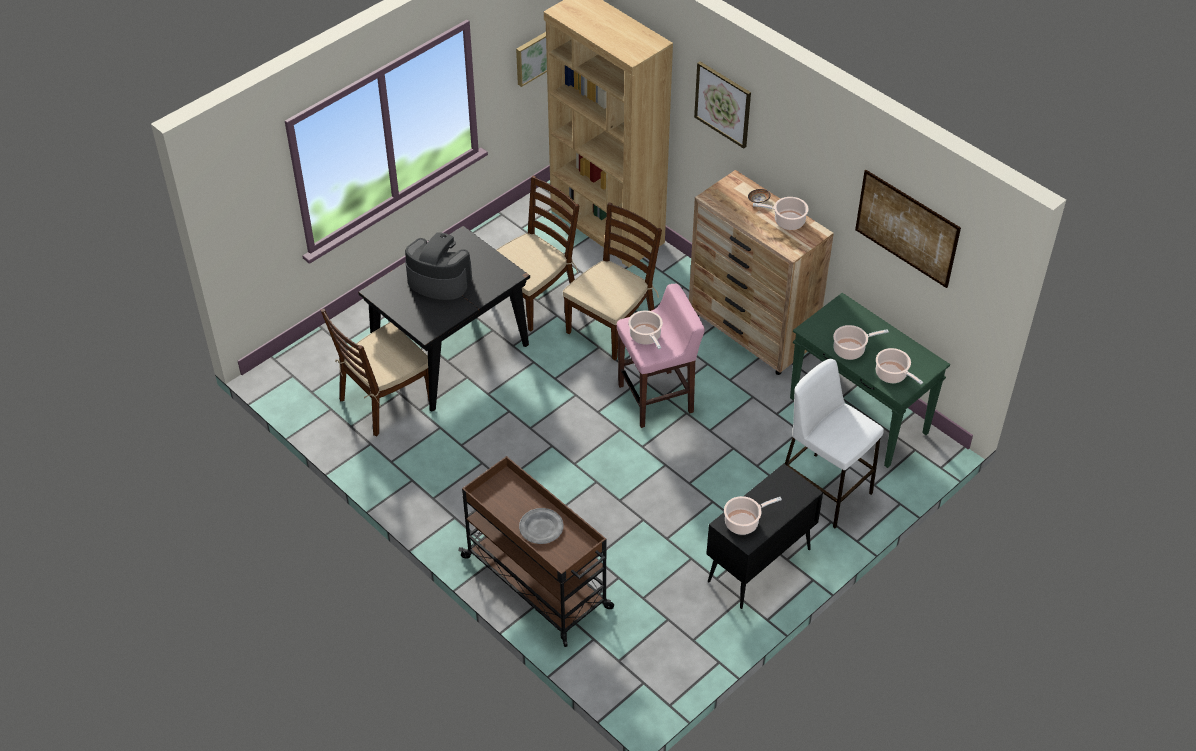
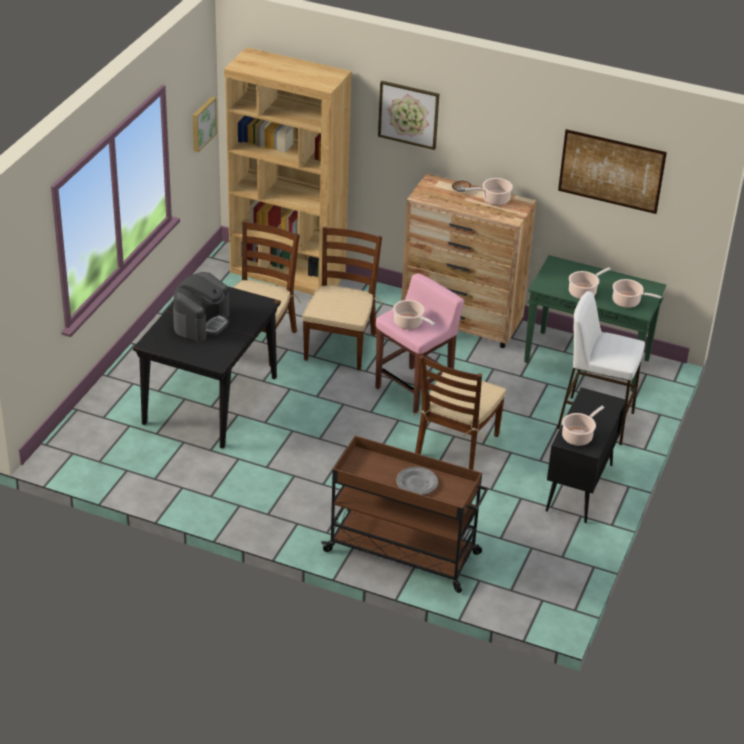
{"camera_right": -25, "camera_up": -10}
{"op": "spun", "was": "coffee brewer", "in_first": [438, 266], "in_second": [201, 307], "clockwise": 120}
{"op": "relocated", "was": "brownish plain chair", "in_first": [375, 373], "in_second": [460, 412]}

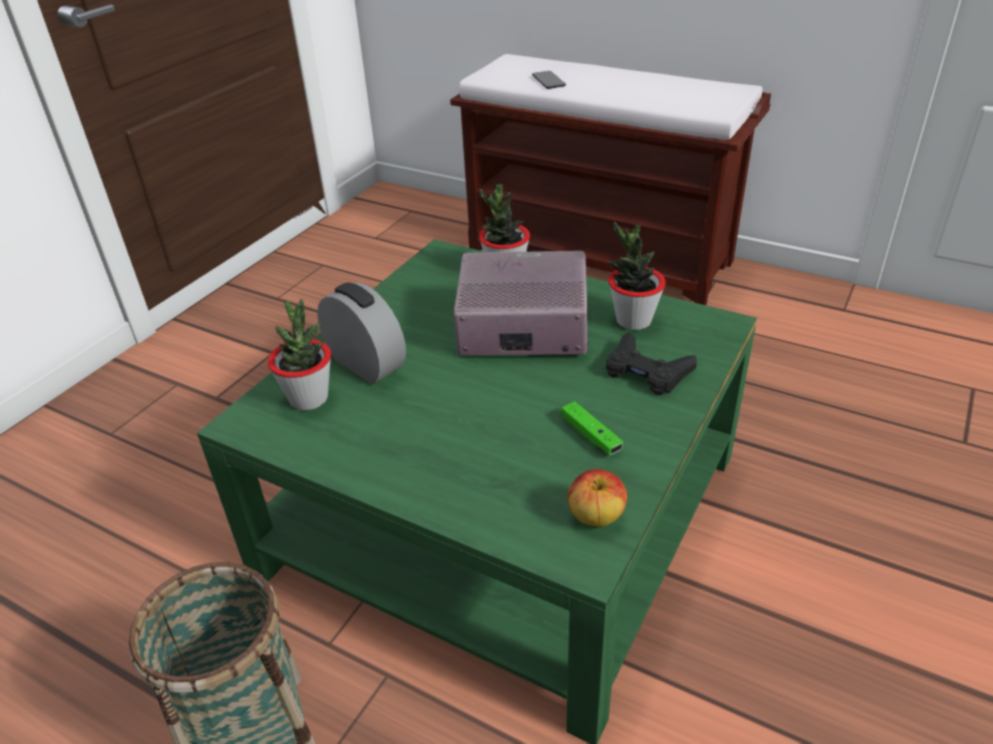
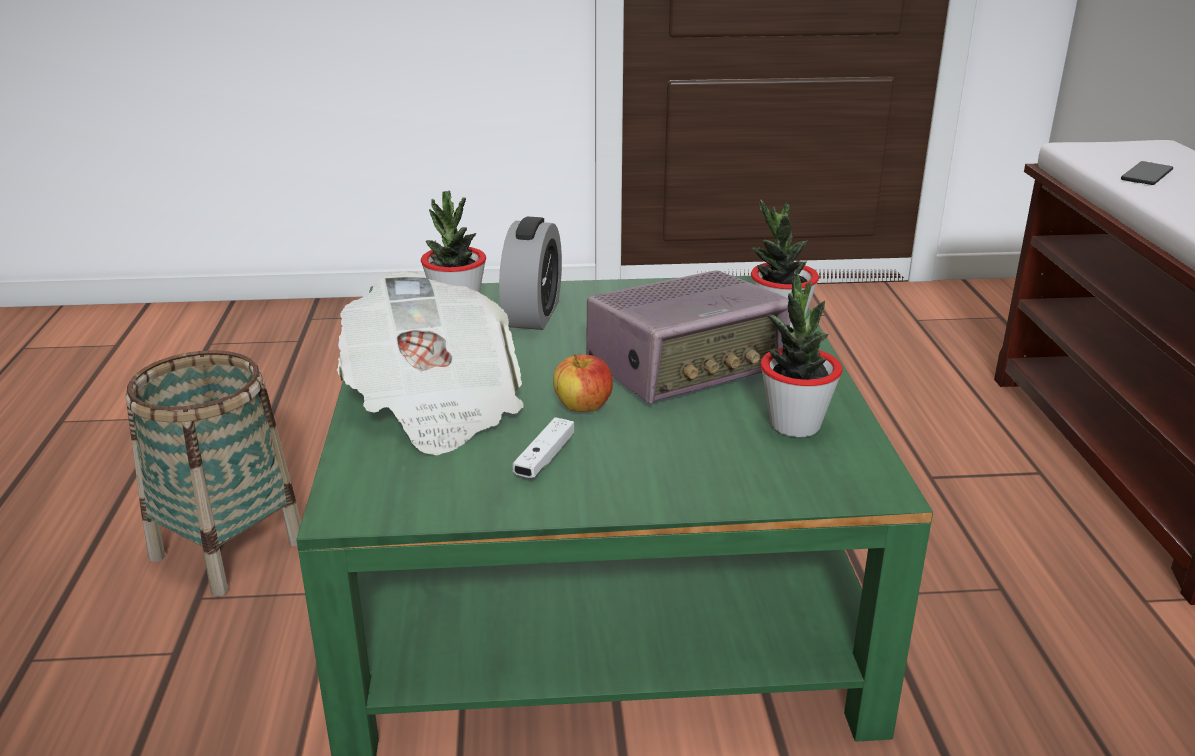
{"camera_right": 55, "camera_up": -10}
{"op": "spun", "was": "radio set", "in_first": [521, 303], "in_second": [688, 336], "clockwise": 90}
{"op": "missing", "was": "black-coloured joypad", "in_first": [651, 363]}
{"op": "colour", "was": "green joypad", "now": "whitish joypad", "in_first": [592, 428], "in_second": [543, 447]}
{"op": "relocated", "was": "apple", "in_first": [597, 498], "in_second": [583, 383]}
{"op": "appeared", "now": "newspaper", "in_second": [430, 363]}

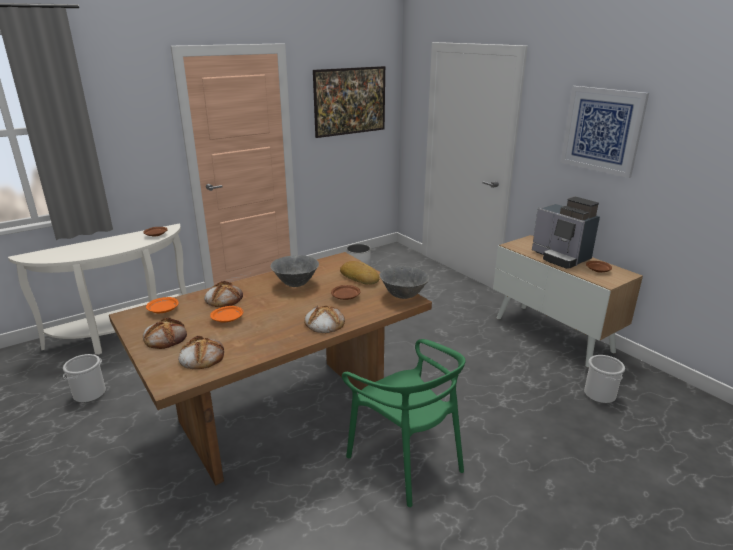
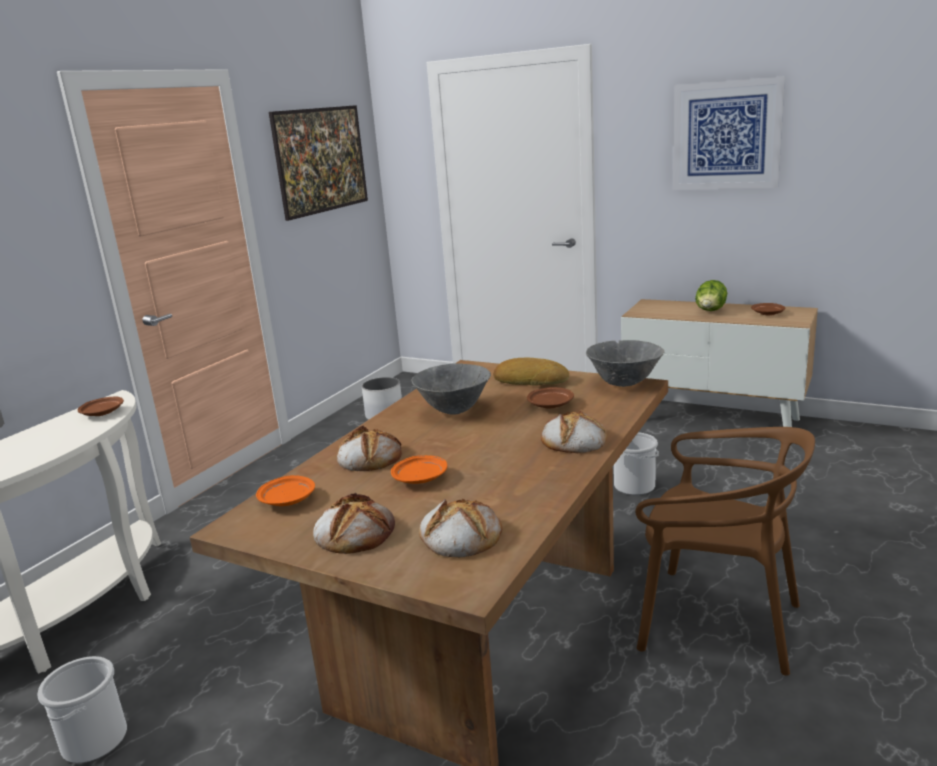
{"camera_right": -25, "camera_up": -5}
{"op": "exchanged", "was": "coffee brewer", "now": "head of lettuce", "in_first": [566, 233], "in_second": [711, 295]}
{"op": "colour", "was": "green plain chair", "now": "brownish plain chair", "in_first": [404, 423], "in_second": [725, 551]}
{"op": "relocated", "was": "water bucket", "in_first": [604, 379], "in_second": [636, 463]}

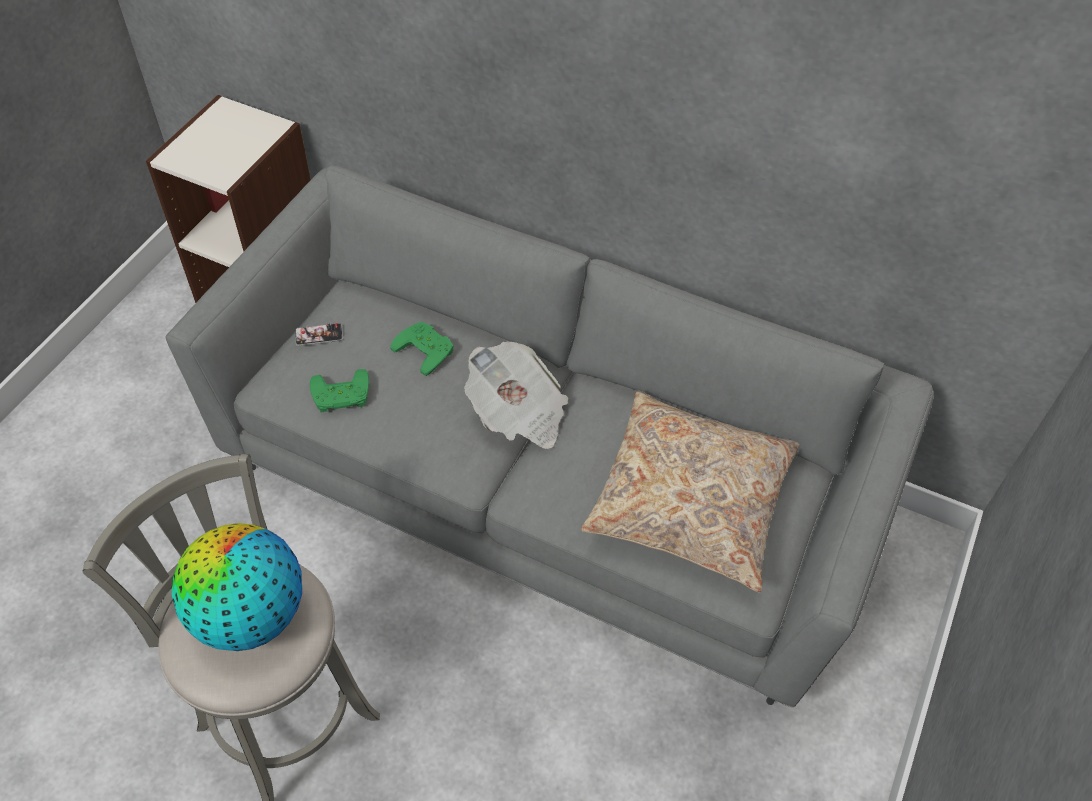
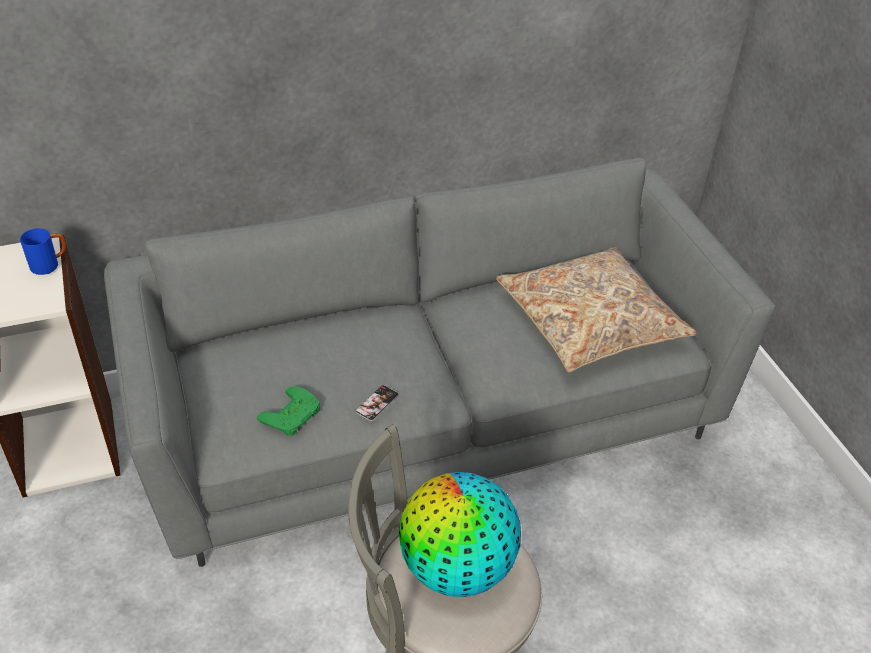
{"camera_right": -45, "camera_up": -10}
{"op": "missing", "was": "green joypad", "in_first": [421, 349]}
{"op": "relocated", "was": "handset", "in_first": [319, 334], "in_second": [377, 403]}
{"op": "missing", "was": "newspaper", "in_first": [516, 395]}
{"op": "appeared", "now": "bluish tea mug", "in_second": [43, 251]}

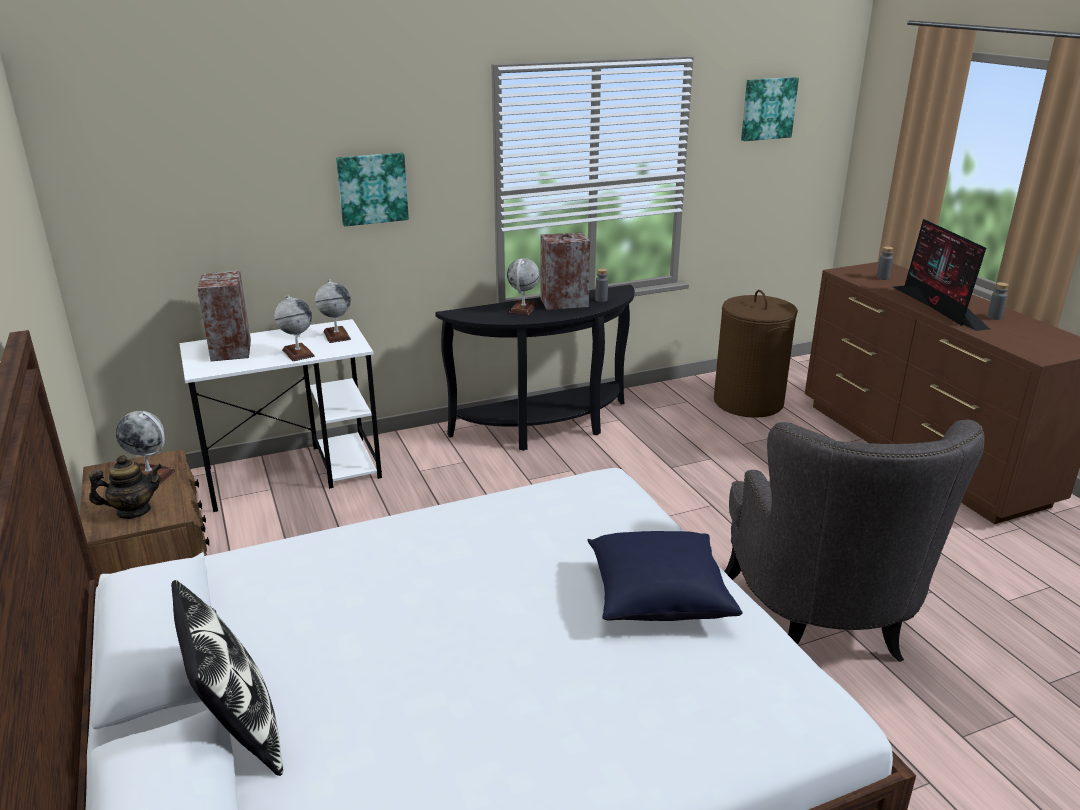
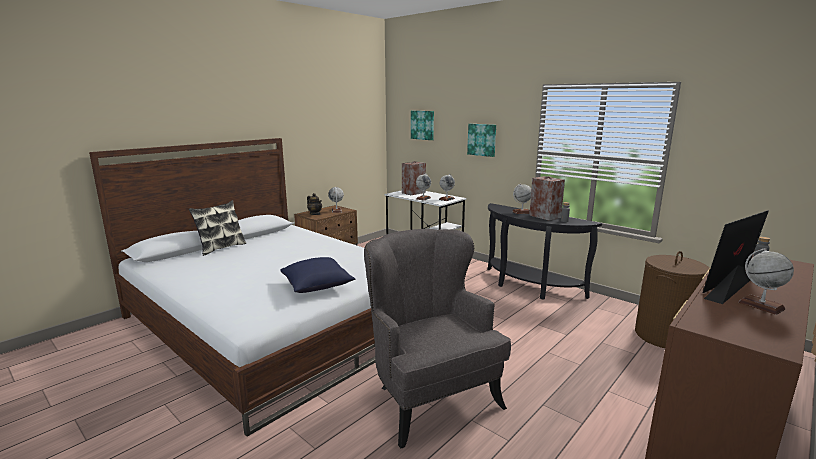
{"camera_right": 65, "camera_up": -10}
{"op": "relocated", "was": "wall picture", "in_first": [770, 109], "in_second": [422, 125]}
{"op": "exchanged", "was": "gray beverage bottle", "now": "desk globe", "in_first": [998, 301], "in_second": [766, 281]}
{"op": "spun", "was": "gray easy chair", "in_first": [854, 541], "in_second": [437, 339], "clockwise": 90}

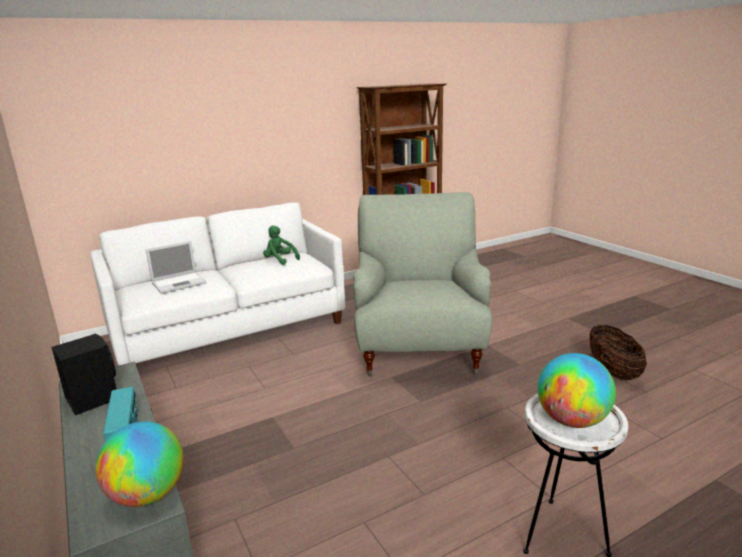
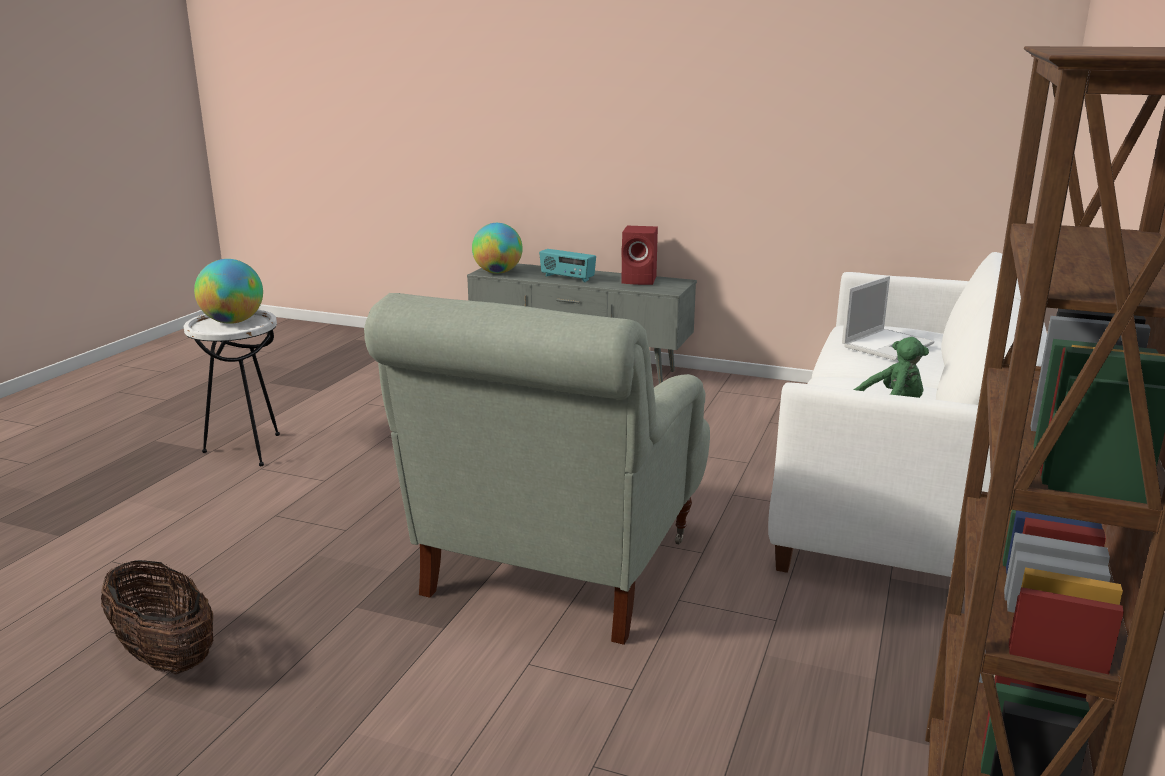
{"camera_right": 140, "camera_up": 0}
{"op": "spun", "was": "gray easy chair", "in_first": [422, 284], "in_second": [537, 469], "clockwise": 60}
{"op": "spun", "was": "laptop", "in_first": [176, 267], "in_second": [888, 318], "clockwise": -150}
{"op": "colour", "was": "black-coloured loudspeaker", "now": "reddish loudspeaker", "in_first": [84, 374], "in_second": [639, 255]}

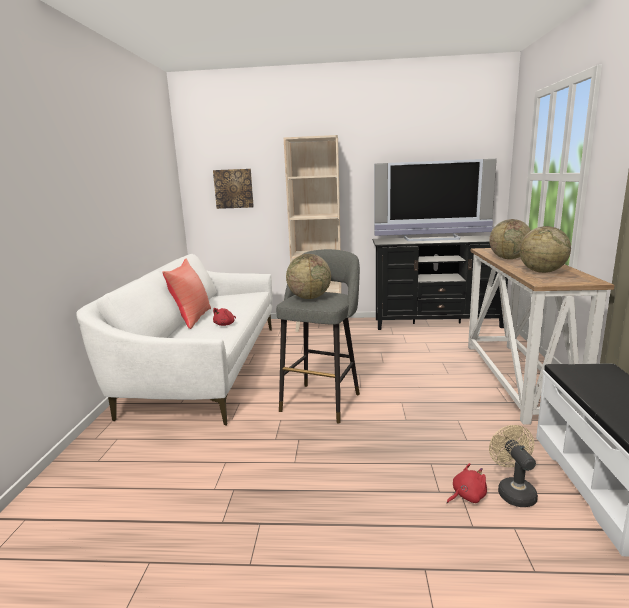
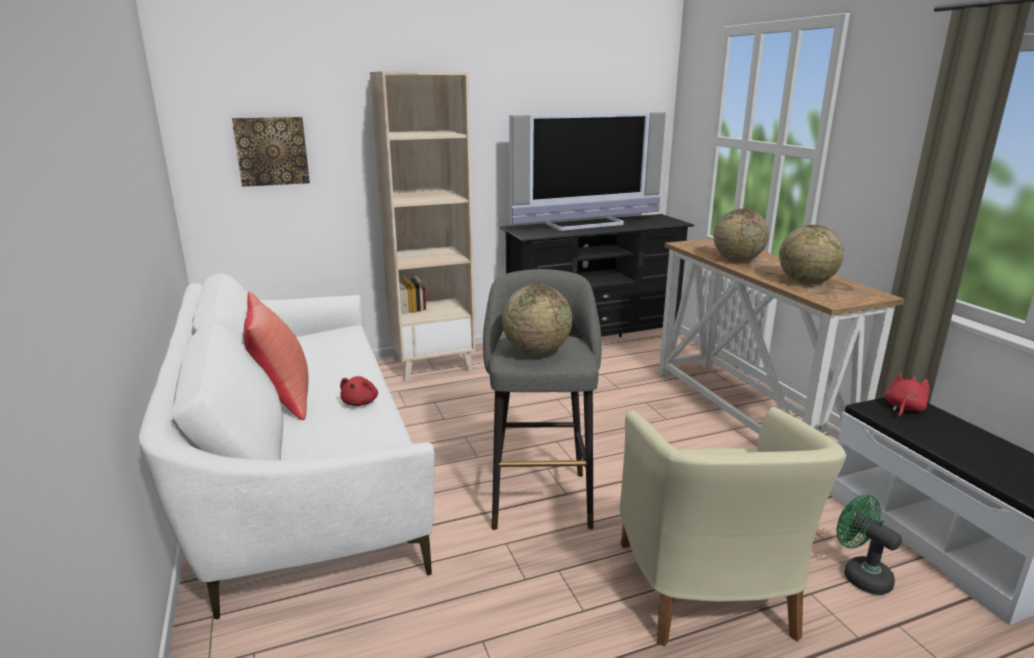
{"camera_right": -25, "camera_up": 5}
{"op": "colour", "was": "sand-coloured fan", "now": "green fan", "in_first": [513, 466], "in_second": [869, 545]}
{"op": "relocated", "was": "reddish plush toy", "in_first": [467, 483], "in_second": [907, 395]}
{"op": "appeared", "now": "sand-coloured easy chair", "in_second": [733, 527]}

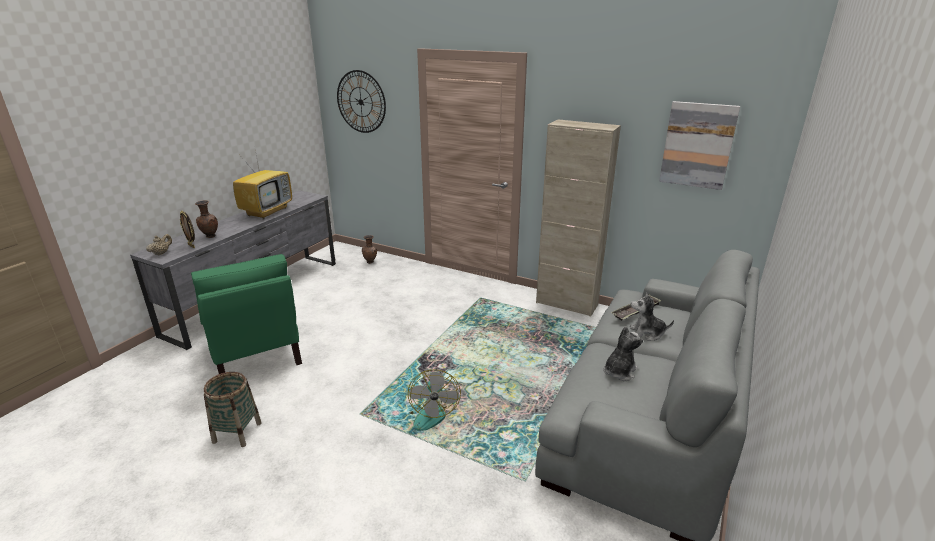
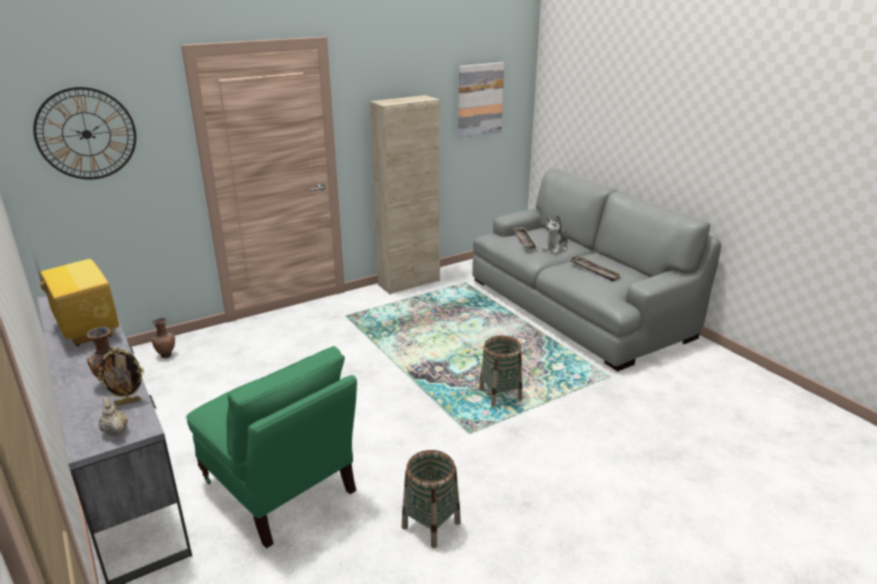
{"camera_right": -60, "camera_up": 0}
{"op": "spun", "was": "green easy chair", "in_first": [246, 314], "in_second": [271, 447], "clockwise": 45}
{"op": "exchanged", "was": "plush toy", "now": "tray", "in_first": [623, 353], "in_second": [595, 268]}
{"op": "exchanged", "was": "fan", "now": "storage basket", "in_first": [434, 400], "in_second": [500, 371]}

